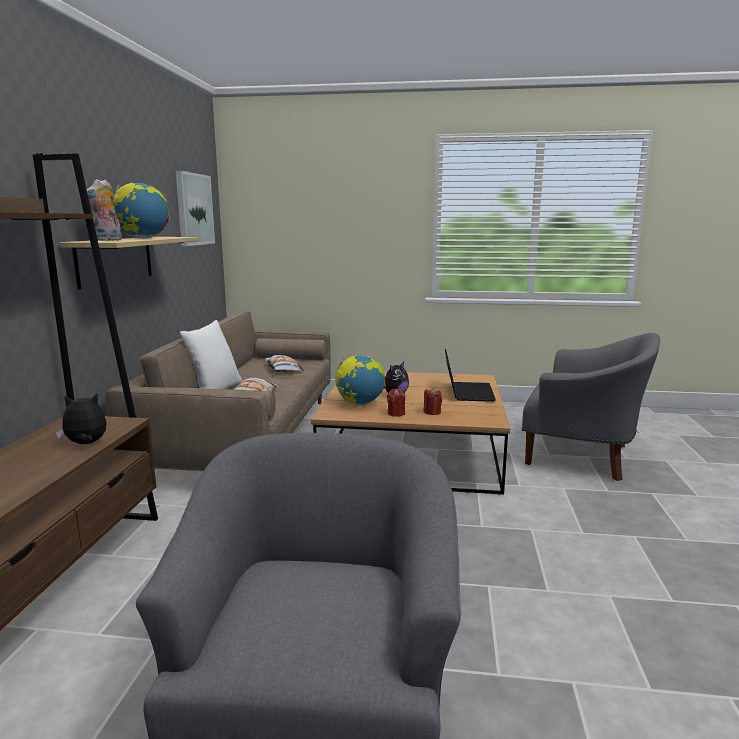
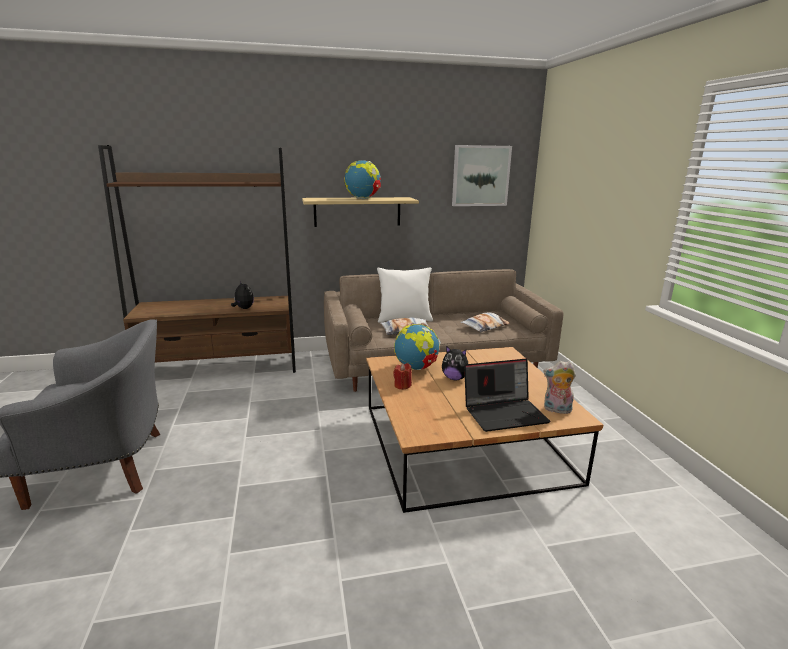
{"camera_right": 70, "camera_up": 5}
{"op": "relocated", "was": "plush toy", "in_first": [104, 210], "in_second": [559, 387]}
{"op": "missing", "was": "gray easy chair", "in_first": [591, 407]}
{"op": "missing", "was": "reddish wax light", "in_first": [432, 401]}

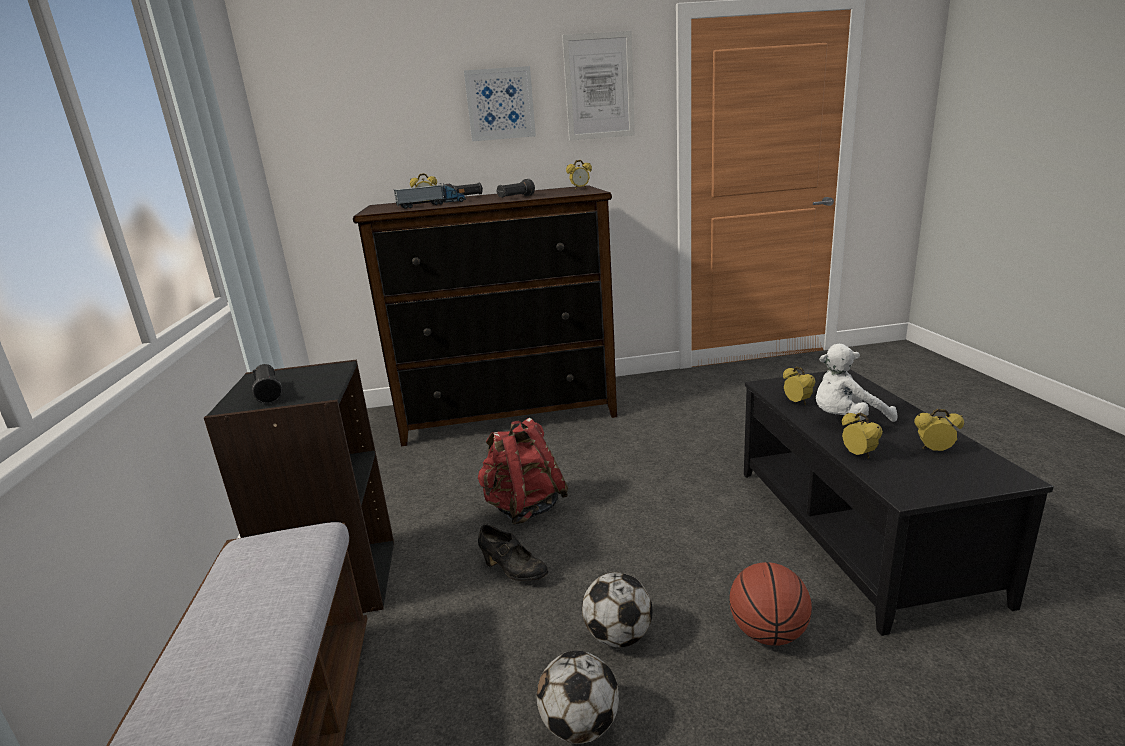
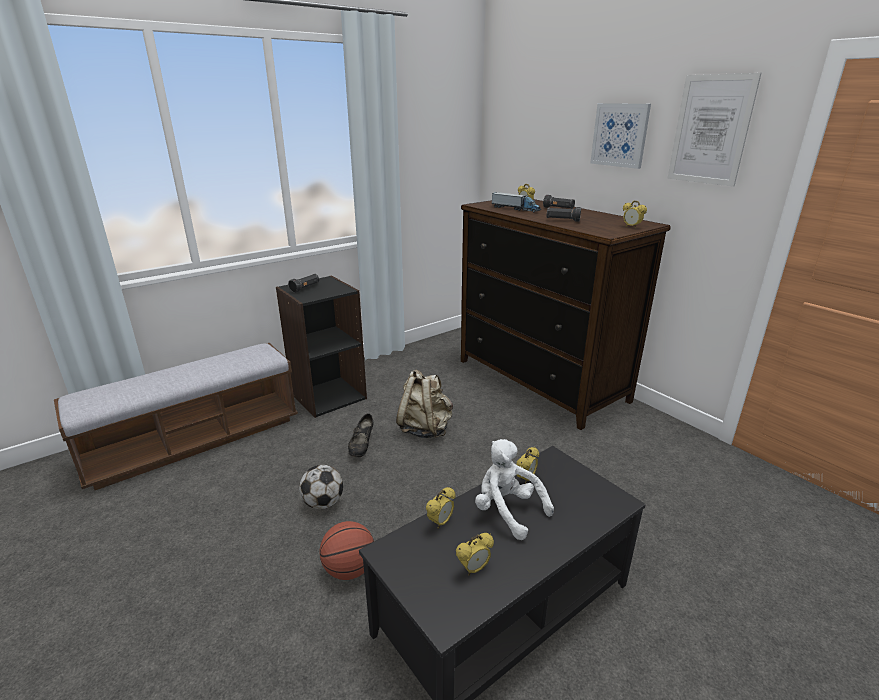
{"camera_right": 60, "camera_up": 5}
{"op": "spun", "was": "alarm clock", "in_first": [939, 430], "in_second": [475, 554], "clockwise": 75}
{"op": "colour", "was": "reddish knapsack", "now": "sand-coloured knapsack", "in_first": [523, 471], "in_second": [424, 403]}
{"op": "missing", "was": "ball for football", "in_first": [578, 697]}

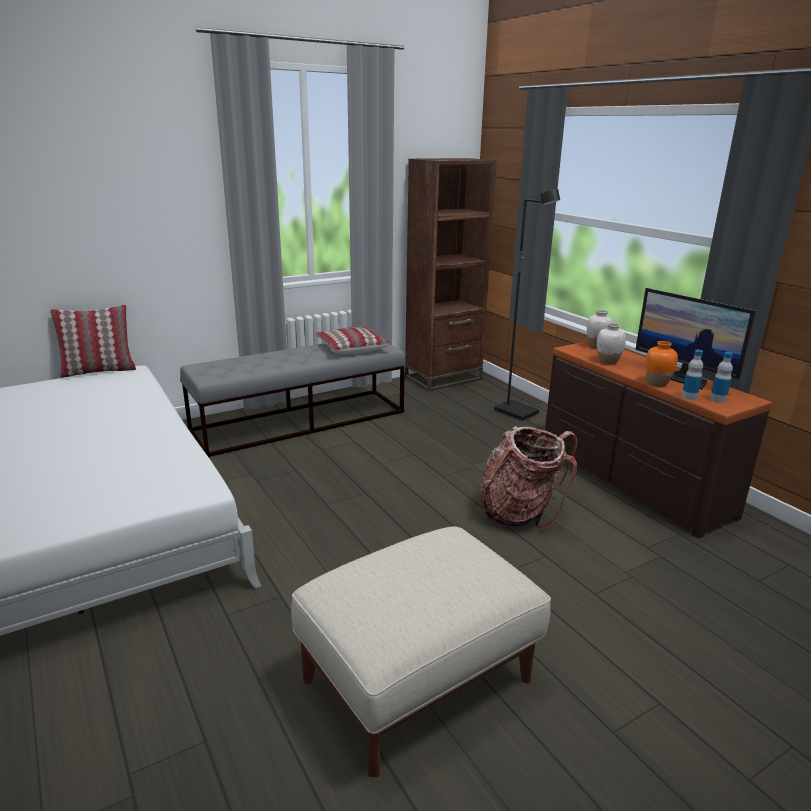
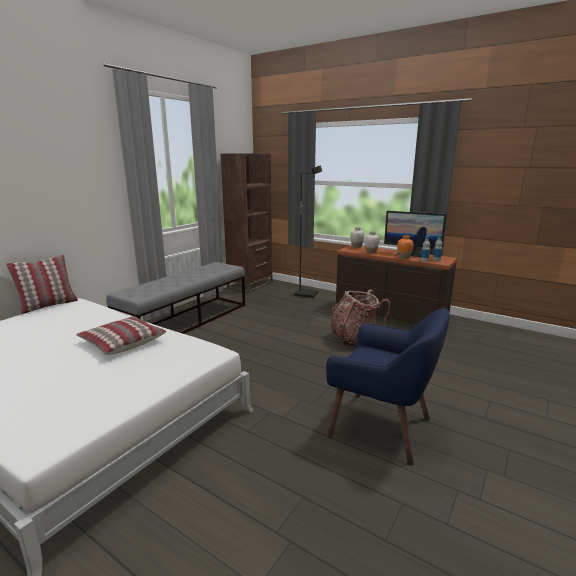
{"camera_right": -25, "camera_up": -5}
{"op": "relocated", "was": "throw pillow", "in_first": [353, 340], "in_second": [121, 335]}
{"op": "exchanged", "was": "sand-coloured ottoman", "now": "bluish easy chair", "in_first": [421, 651], "in_second": [387, 387]}

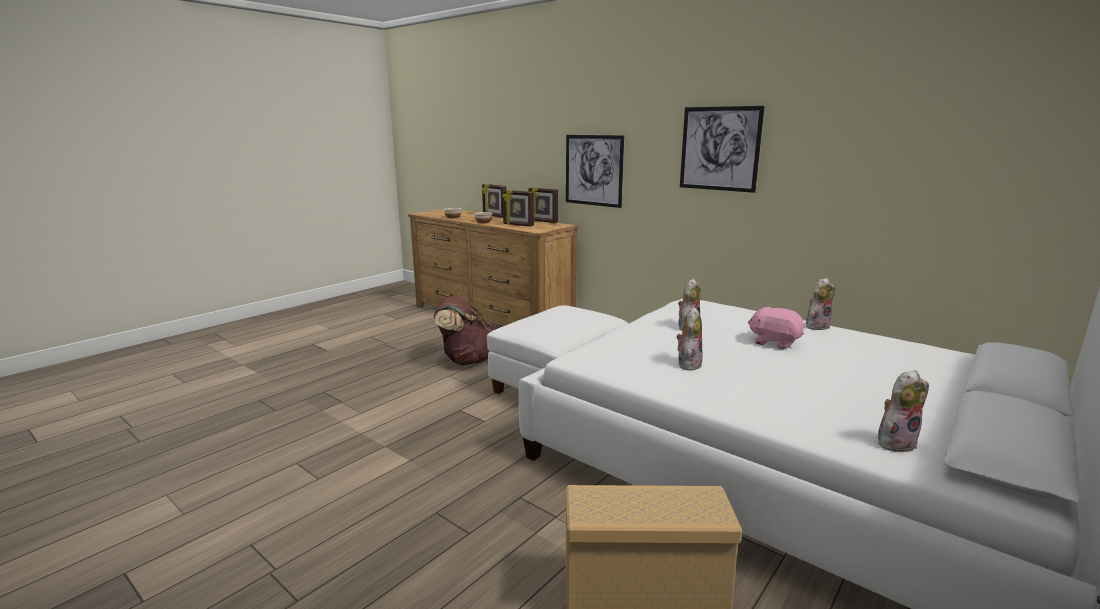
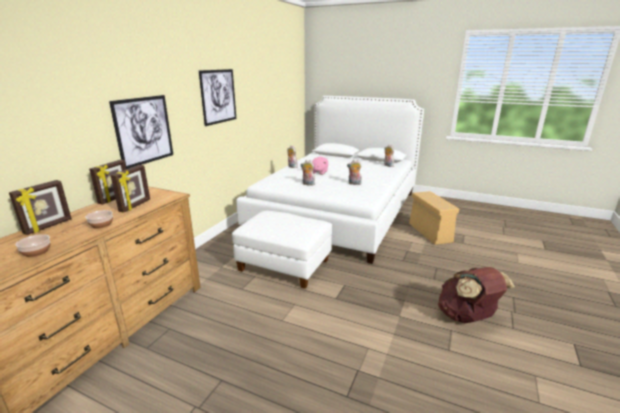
{"camera_right": -105, "camera_up": 5}
{"op": "relocated", "was": "brownish knapsack", "in_first": [464, 330], "in_second": [476, 295]}

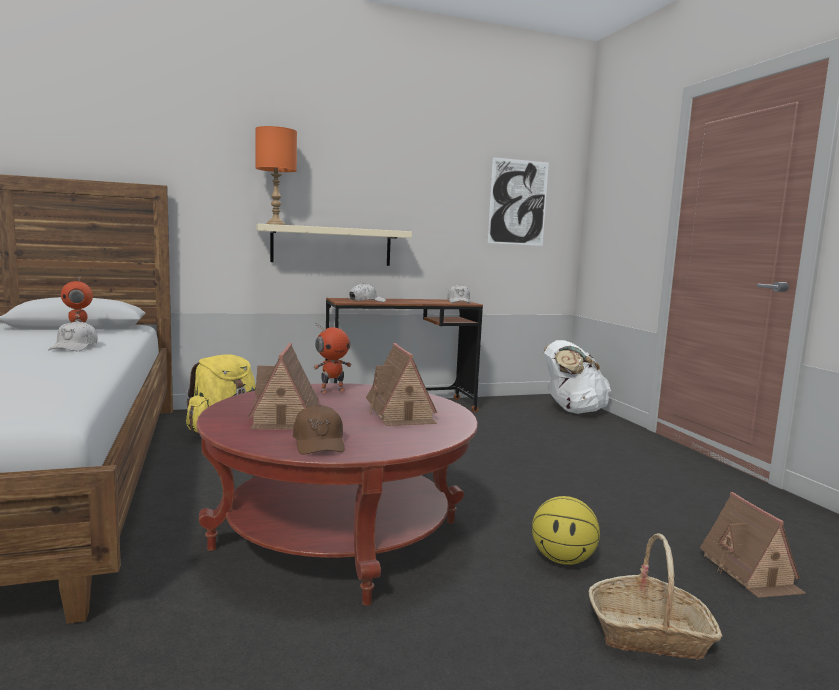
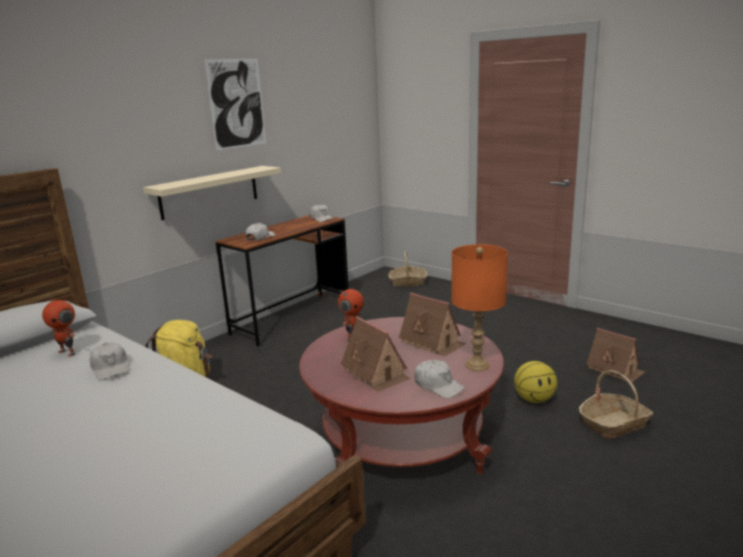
{"camera_right": -30, "camera_up": 10}
{"op": "relocated", "was": "orange tabletop lamp", "in_first": [276, 175], "in_second": [479, 307]}
{"op": "relocated", "was": "wall picture", "in_first": [518, 201], "in_second": [235, 104]}
{"op": "exchanged", "was": "whitish knapsack", "now": "storage basket", "in_first": [577, 377], "in_second": [407, 268]}
{"op": "colour", "was": "brownish baseball cap", "now": "whitish baseball cap", "in_first": [318, 429], "in_second": [439, 379]}

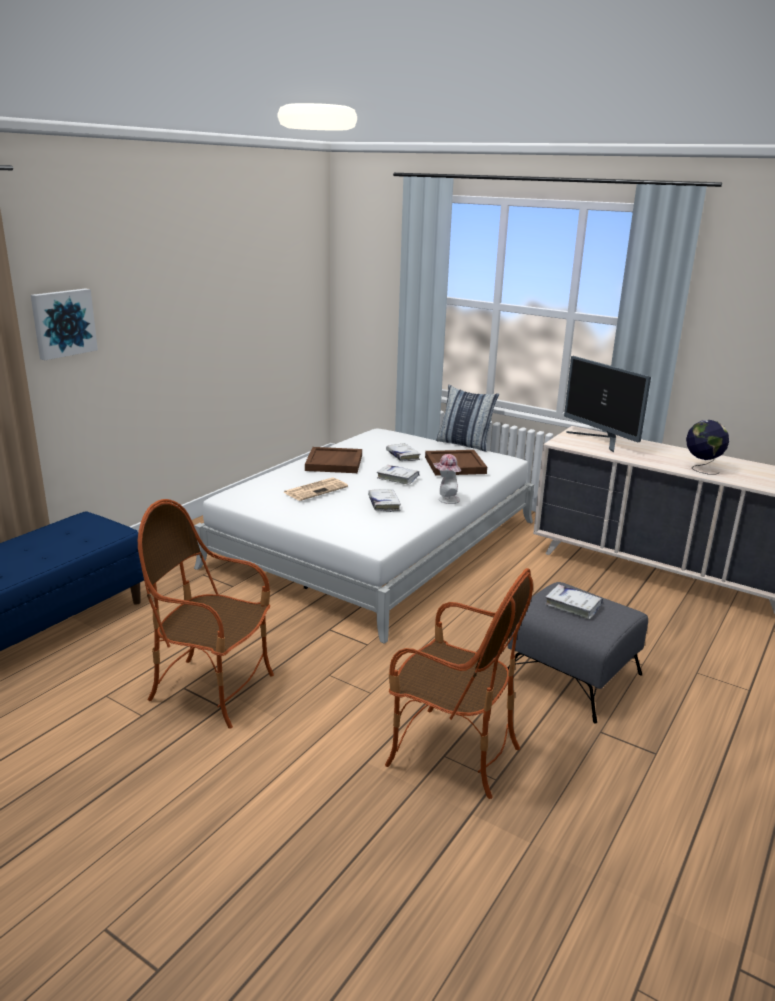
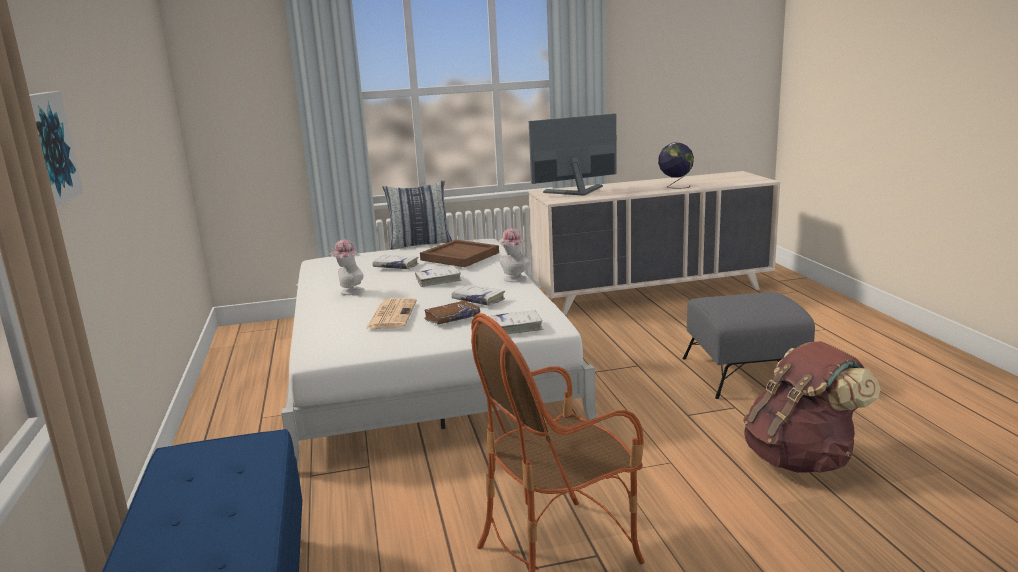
{"camera_right": -45, "camera_up": -5}
{"op": "spun", "was": "computer display", "in_first": [607, 404], "in_second": [573, 155], "clockwise": 150}
{"op": "exchanged", "was": "brownish tray", "now": "wearable hat", "in_first": [333, 460], "in_second": [346, 267]}
{"op": "exchanged", "was": "easy chair", "now": "brownish knapsack", "in_first": [459, 683], "in_second": [812, 407]}
{"op": "relocated", "was": "whitish book", "in_first": [574, 601], "in_second": [515, 322]}
{"op": "appeared", "now": "brownish book", "in_second": [452, 312]}

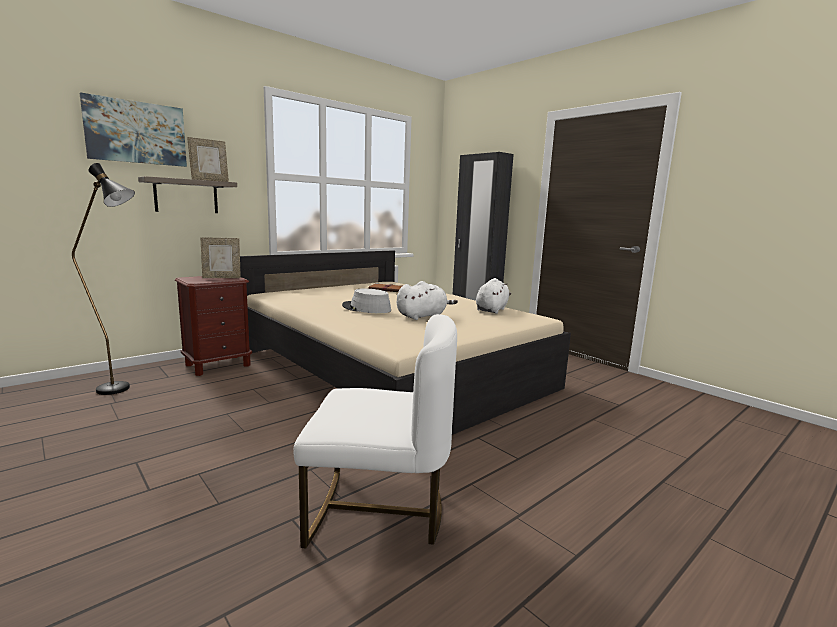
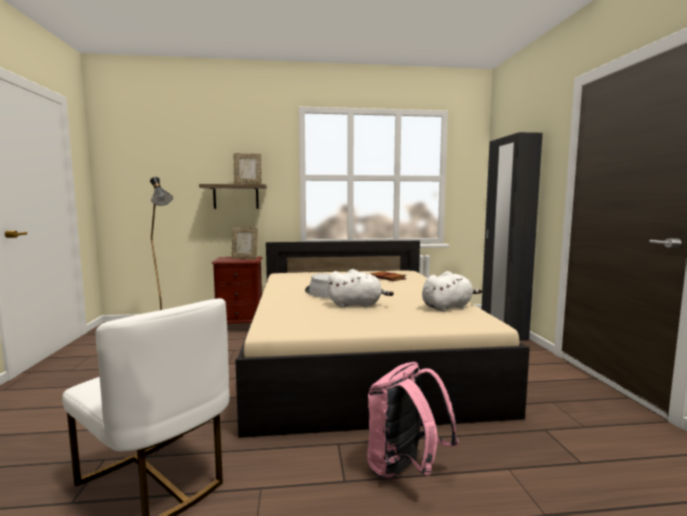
{"camera_right": 35, "camera_up": -5}
{"op": "missing", "was": "wall picture", "in_first": [133, 129]}
{"op": "appeared", "now": "pink knapsack", "in_second": [412, 421]}

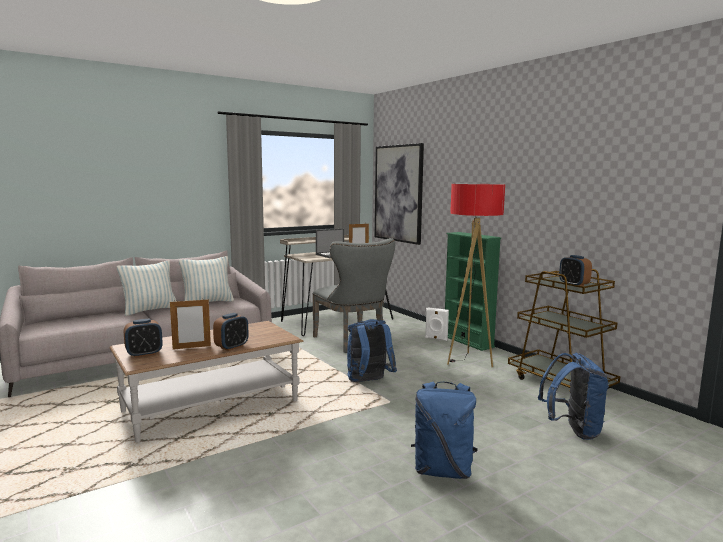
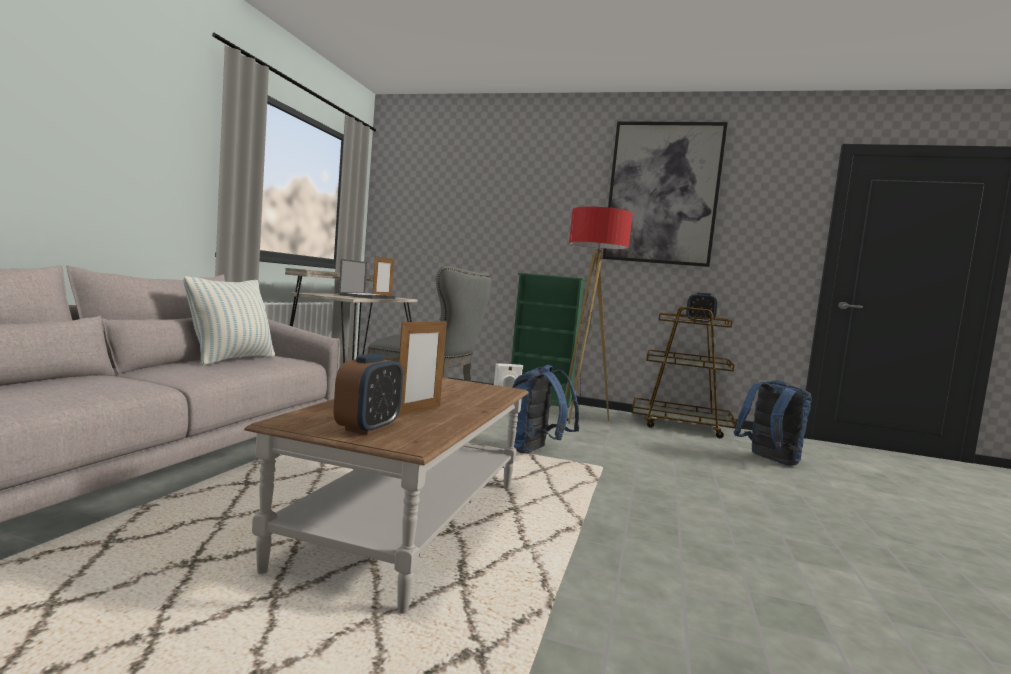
{"camera_right": -40, "camera_up": -5}
{"op": "relocated", "was": "wall picture", "in_first": [399, 194], "in_second": [665, 194]}
{"op": "missing", "was": "throw pillow", "in_first": [146, 288]}
{"op": "missing", "was": "alarm clock", "in_first": [231, 332]}
{"op": "missing", "was": "bluish knapsack", "in_first": [444, 430]}

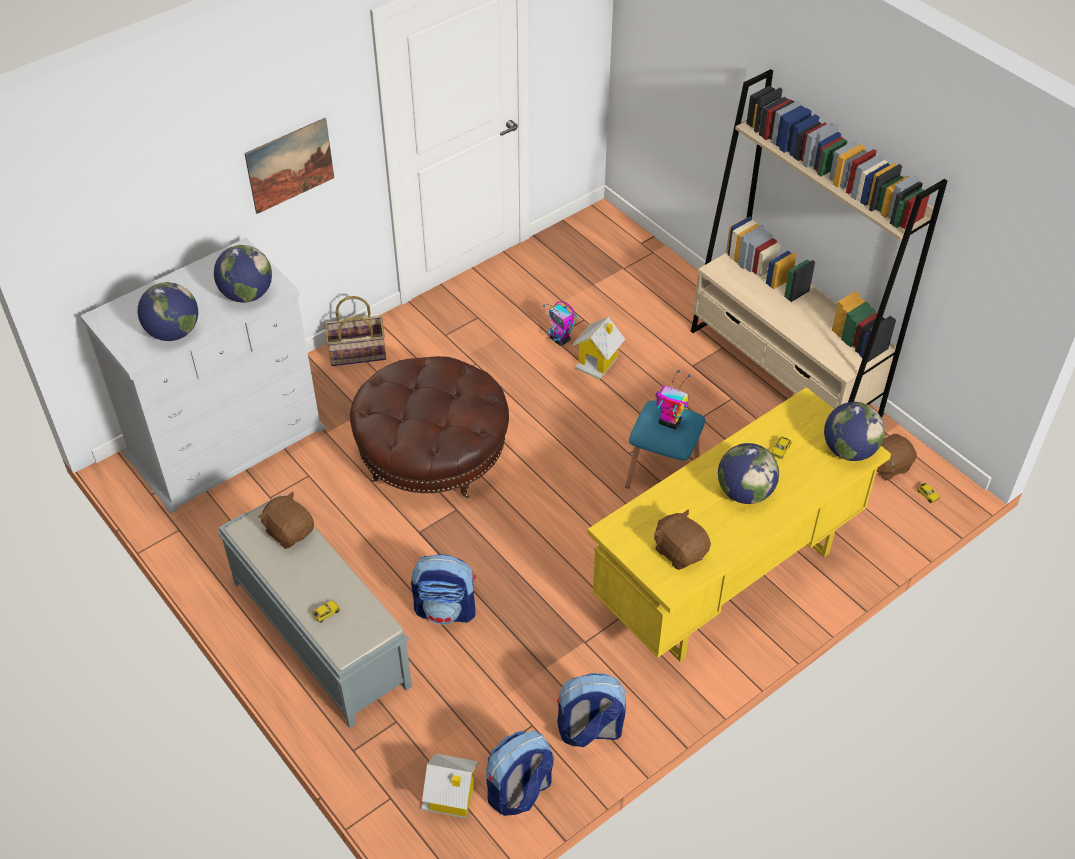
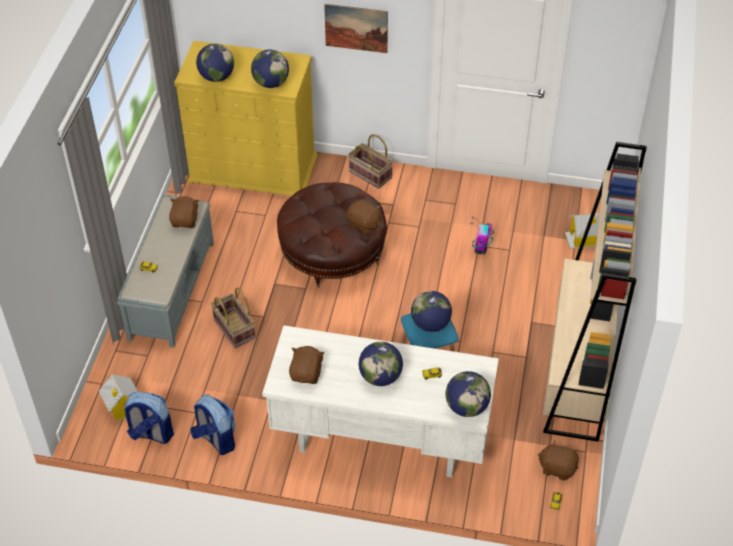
{"camera_right": 50, "camera_up": 0}
{"op": "colour", "was": "whitish drawer chest", "now": "yellow drawer chest", "in_first": [202, 376], "in_second": [246, 118]}
{"op": "relocated", "was": "model house", "in_first": [598, 348], "in_second": [582, 231]}
{"op": "exchanged", "was": "model robot", "now": "desk globe", "in_first": [672, 400], "in_second": [431, 311]}
{"op": "colour", "was": "yellow desk", "now": "whitish desk", "in_first": [739, 524], "in_second": [380, 401]}
{"op": "exchanged", "was": "knapsack", "now": "storage basket", "in_first": [443, 589], "in_second": [233, 317]}
{"op": "appeared", "now": "brownish plush toy", "in_second": [363, 216]}

